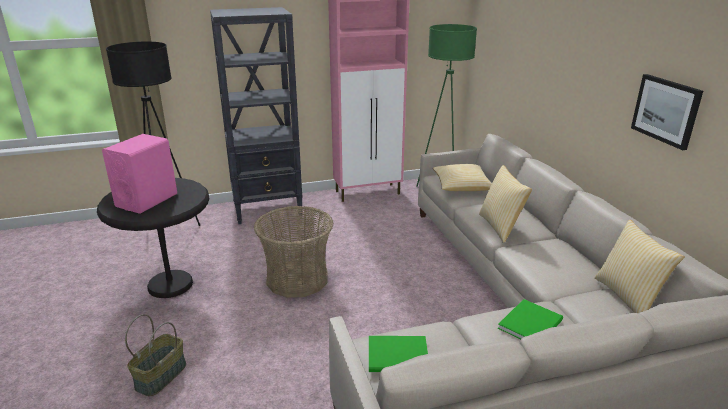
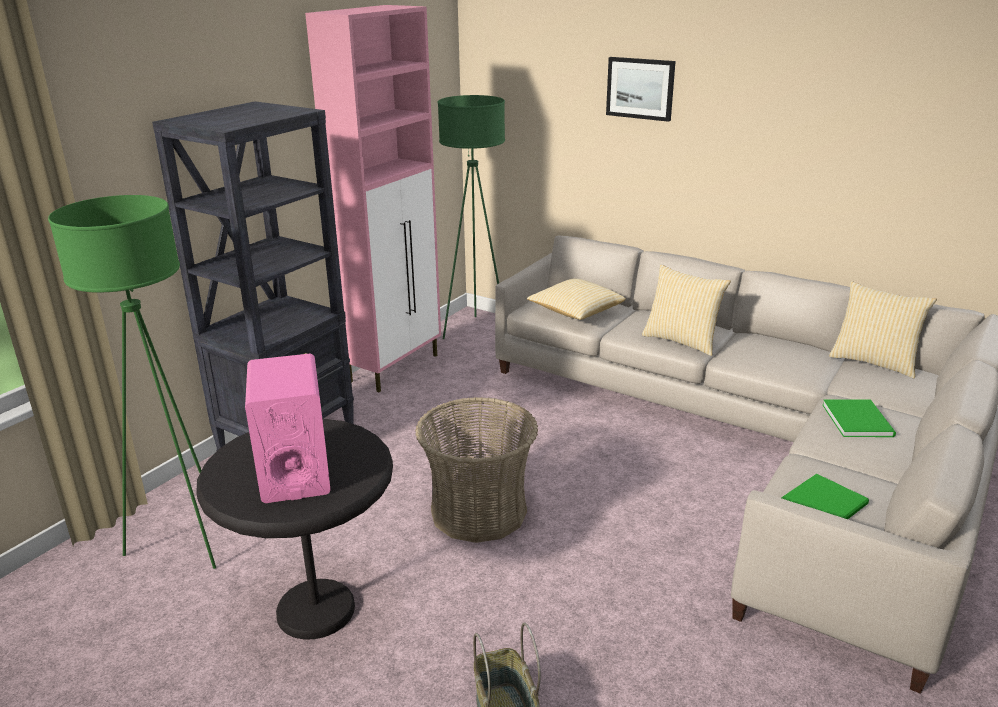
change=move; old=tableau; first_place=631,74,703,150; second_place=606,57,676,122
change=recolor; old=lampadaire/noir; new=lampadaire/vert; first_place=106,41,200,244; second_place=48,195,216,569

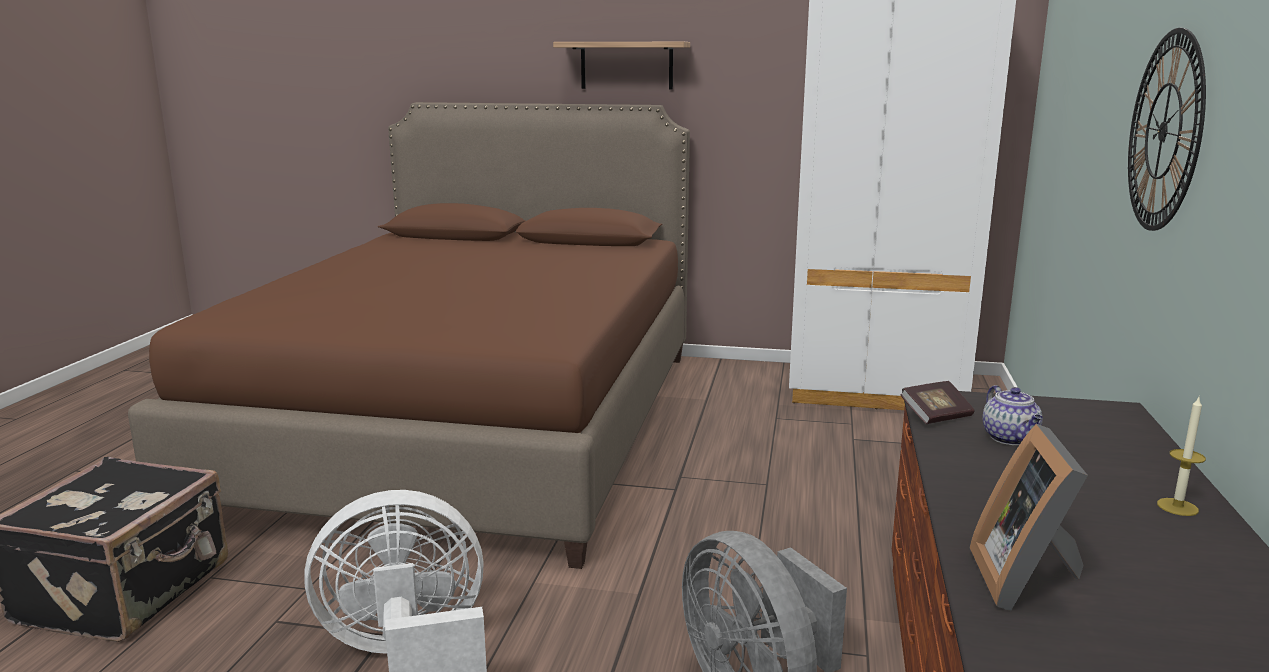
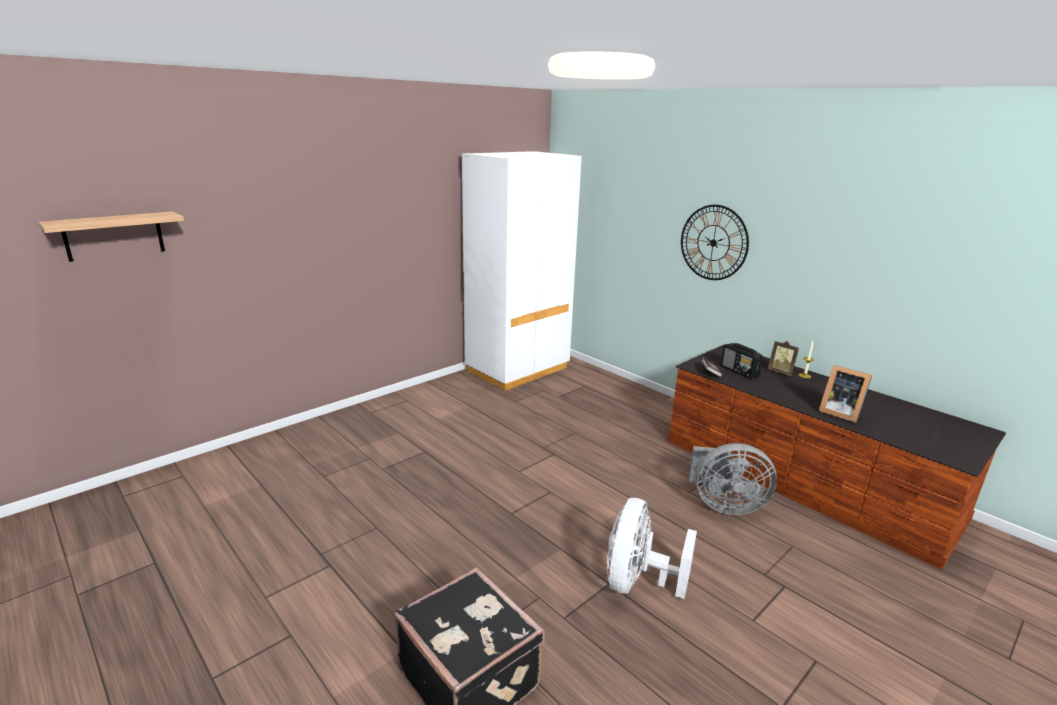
change=delete; old=lit/marron; first_place=128,102,690,569
change=insert; new=cadre photo; second_place=768,341,799,376
change=move; old=étagère; first_place=553,42,690,89; second_place=38,211,184,262
change=replace; old=théière; new=radio; first_place=982,385,1043,445; second_place=721,343,763,379

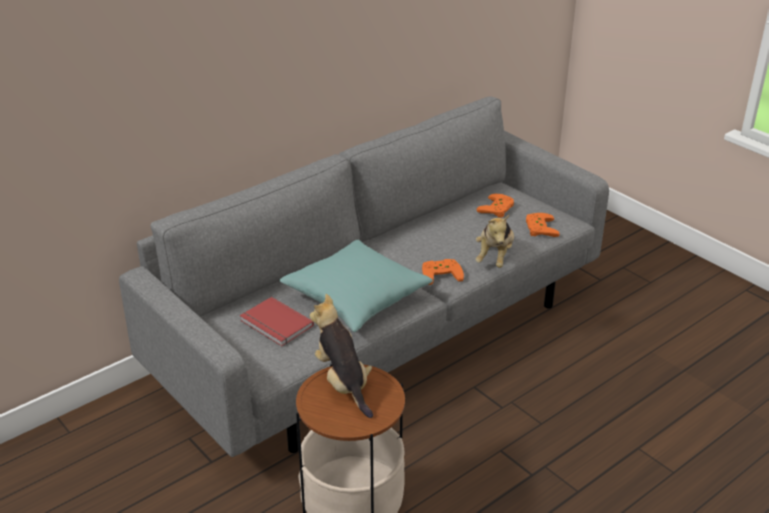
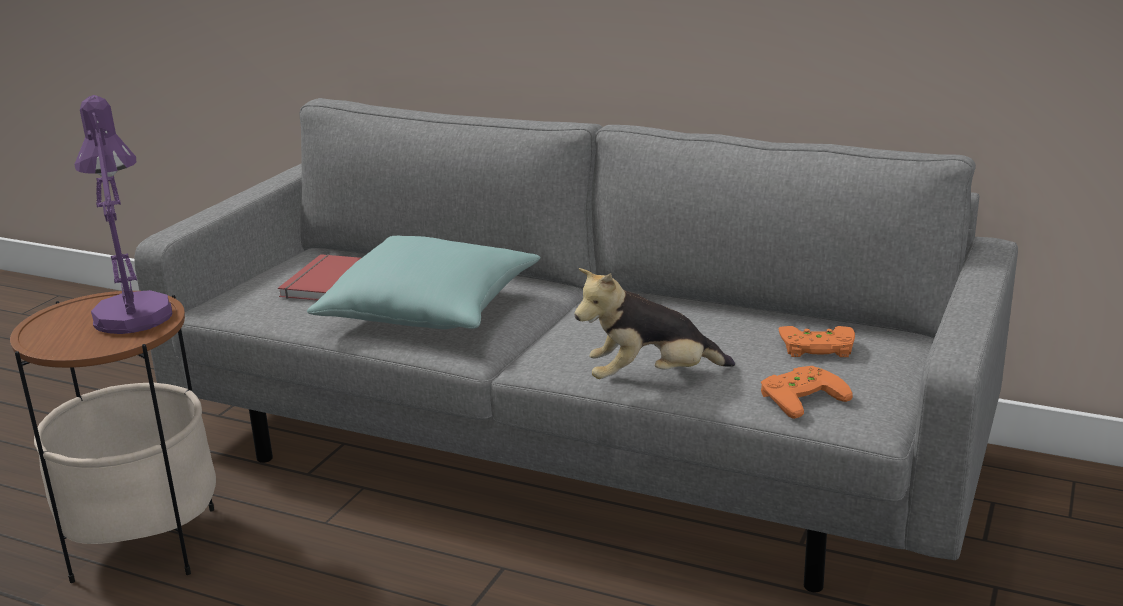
change=delete; old=manette/orange; first_place=422,259,464,285
change=replace; old=peluche; new=lampe de table/violet; first_place=310,294,373,418; second_place=74,95,173,334

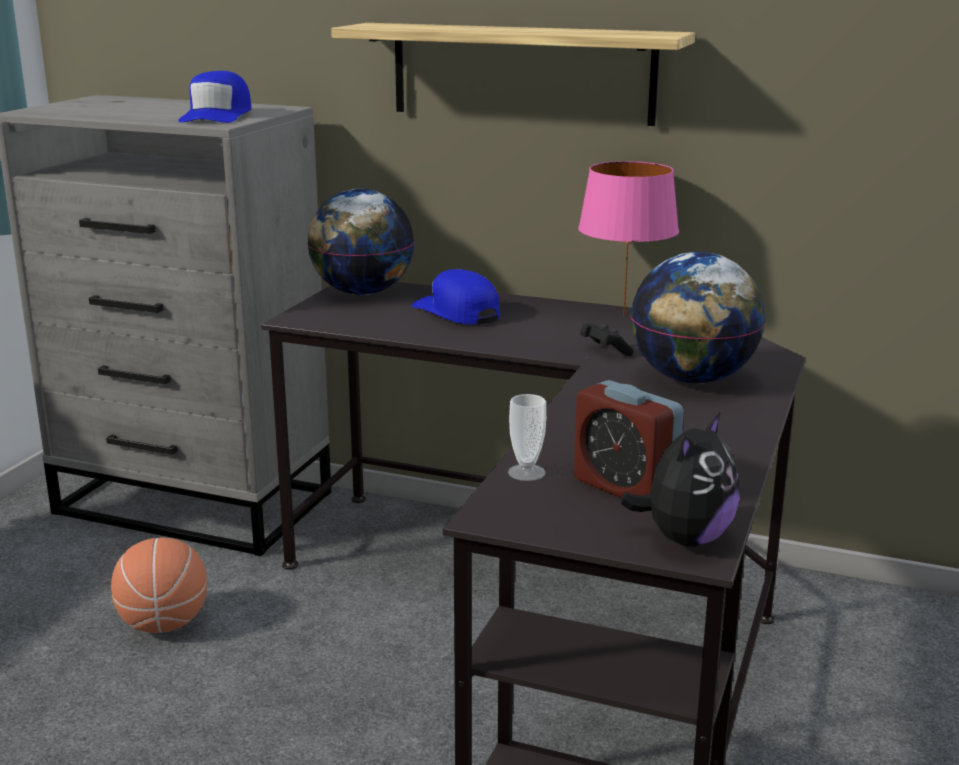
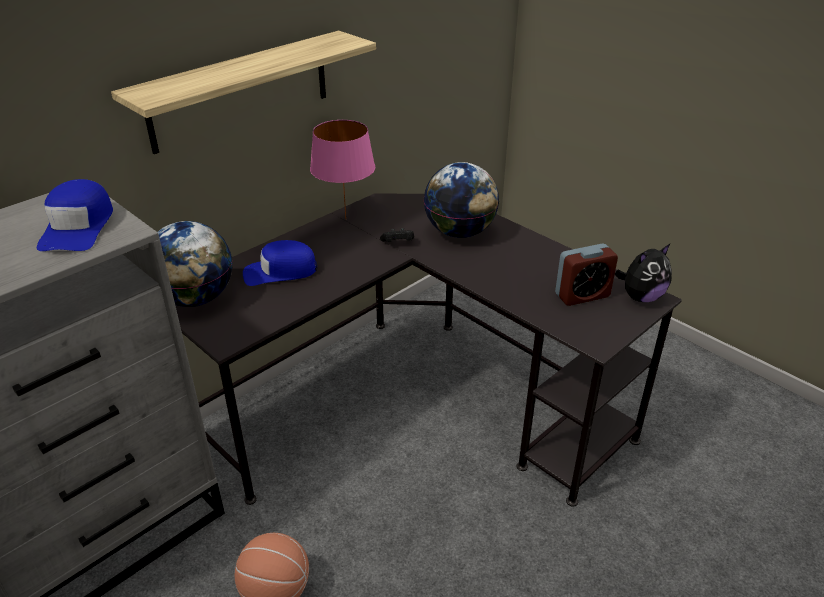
change=delete; old=tasse; first_place=508,394,546,481
change=rotate; old=casquette/bleu; first_place=178,71,252,123; second_place=37,179,113,251; degrees=60
change=rotate; old=peluche; first_place=620,411,740,547; second_place=615,244,672,302; degrees=90

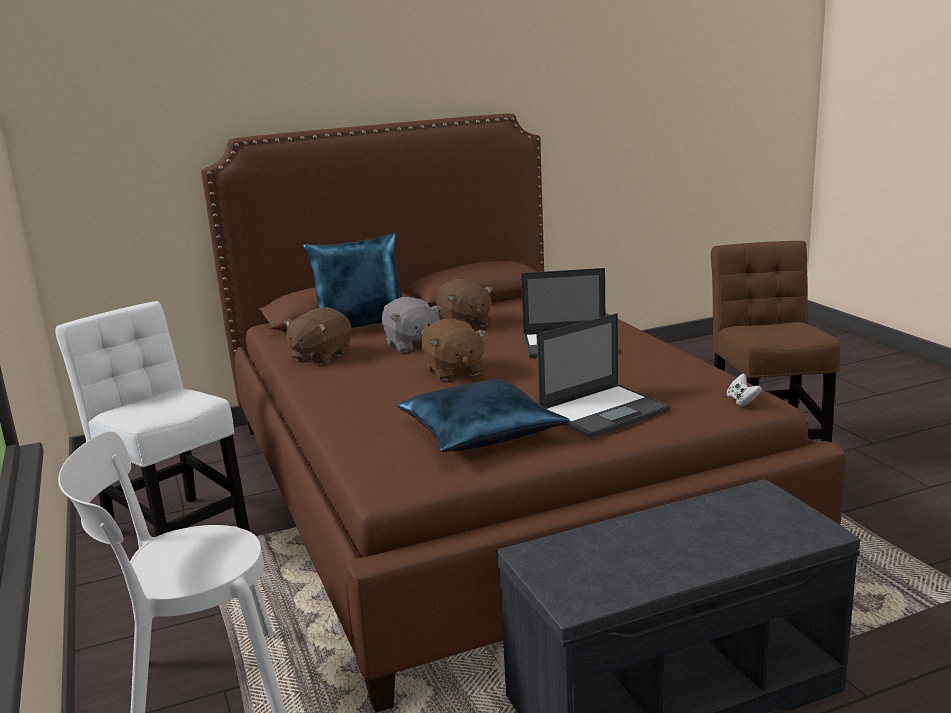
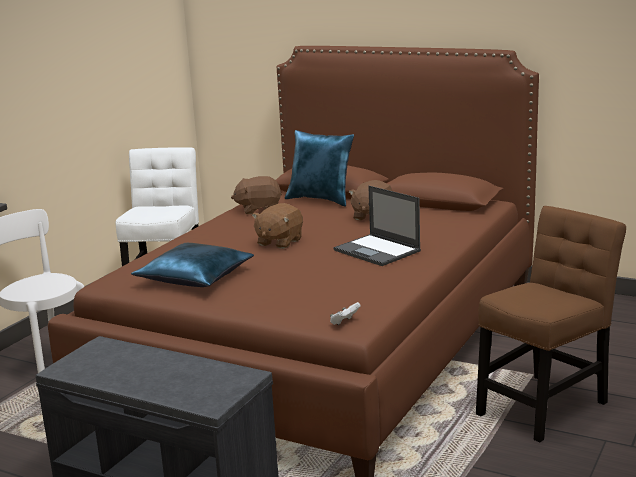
change=delete; old=peluche/gris; first_place=382,297,441,353
change=delete; old=ordinateur portable; first_place=537,313,671,438

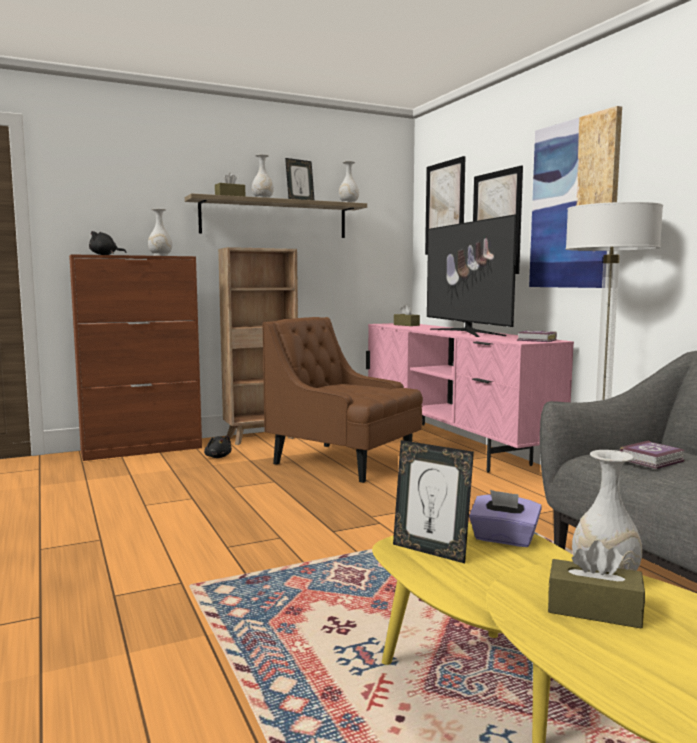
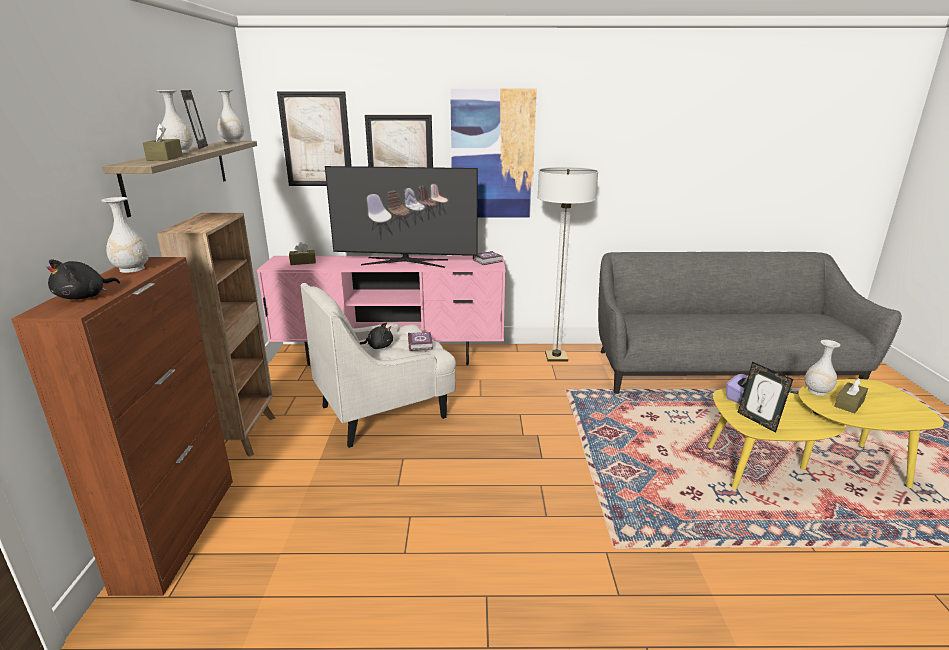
change=move; old=peluche/noir; first_place=204,436,232,458; second_place=360,323,393,349
change=move; old=livre; first_place=619,441,685,469; second_place=408,332,433,351
change=recolor; old=fauteuil/marron; new=fauteuil/blanc; first_place=263,317,423,483; second_place=301,283,456,448
change=rotate; old=cadre photo; first_place=393,440,474,564; second_place=737,362,793,433; degrees=90

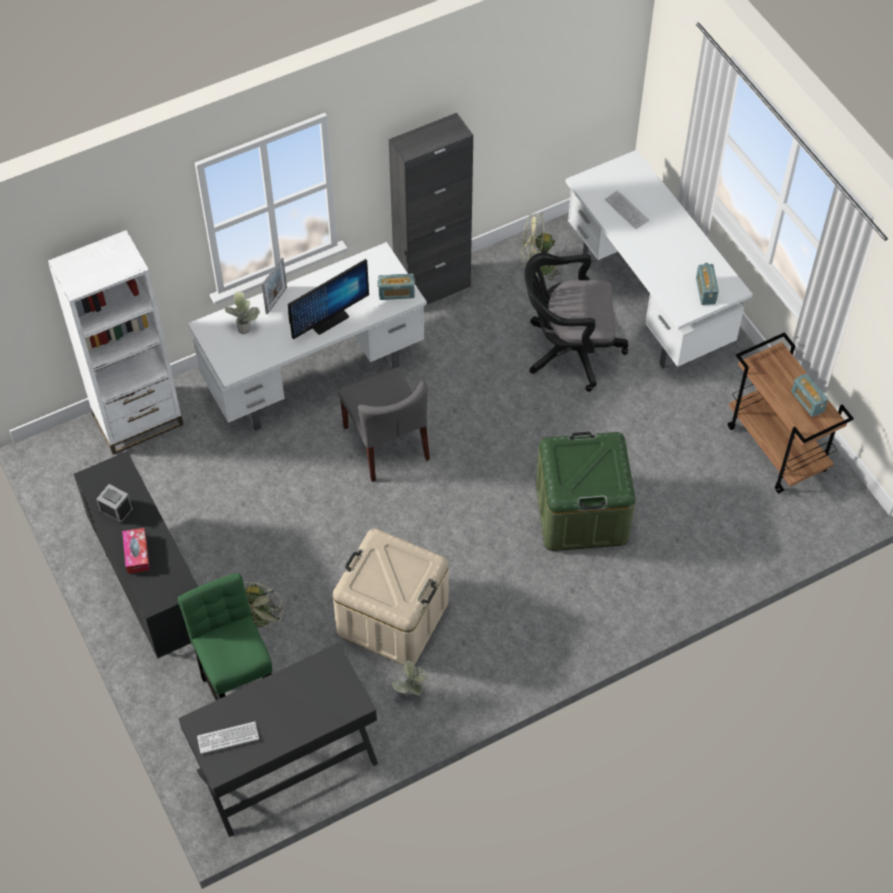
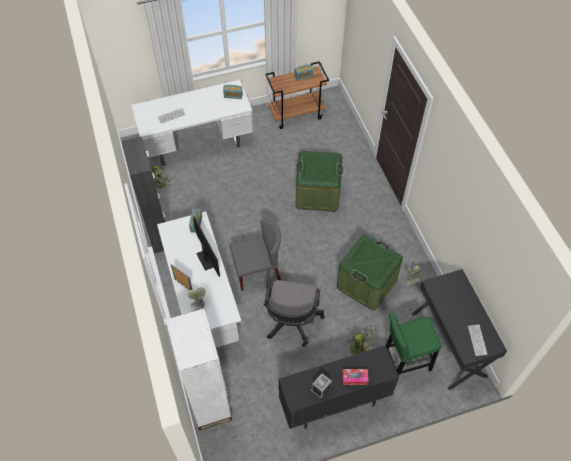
change=move; old=chaise de bureau/noir; first_place=524,252,628,392; second_place=264,280,324,347
change=recolor; old=boîte de rangement/beige; new=boîte de rangement/vert; first_place=333,529,449,665; second_place=337,235,403,310

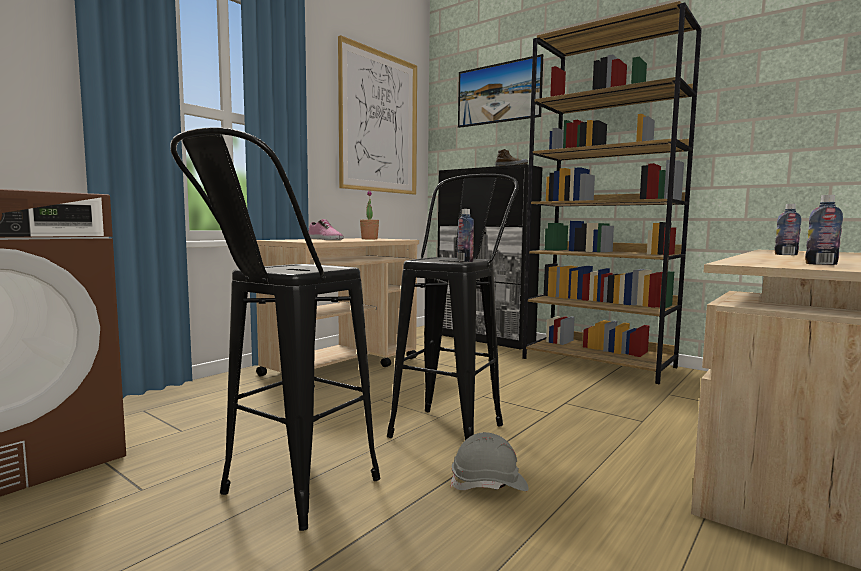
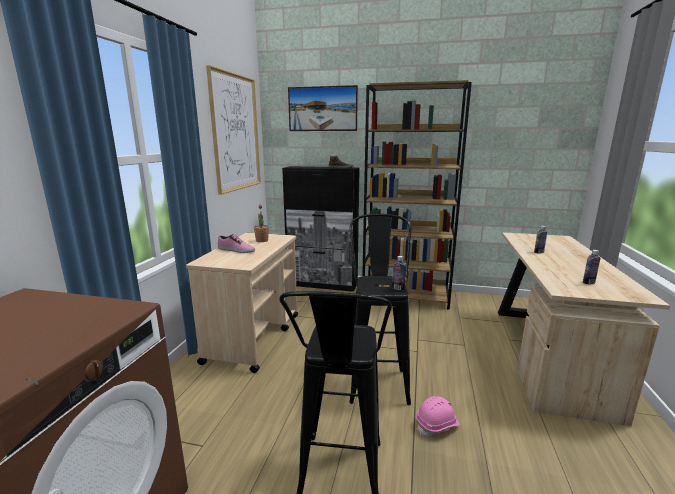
change=recolor; old=casque de chantier/gris; new=casque de chantier/rose; first_place=450,432,529,491; second_place=416,396,459,436

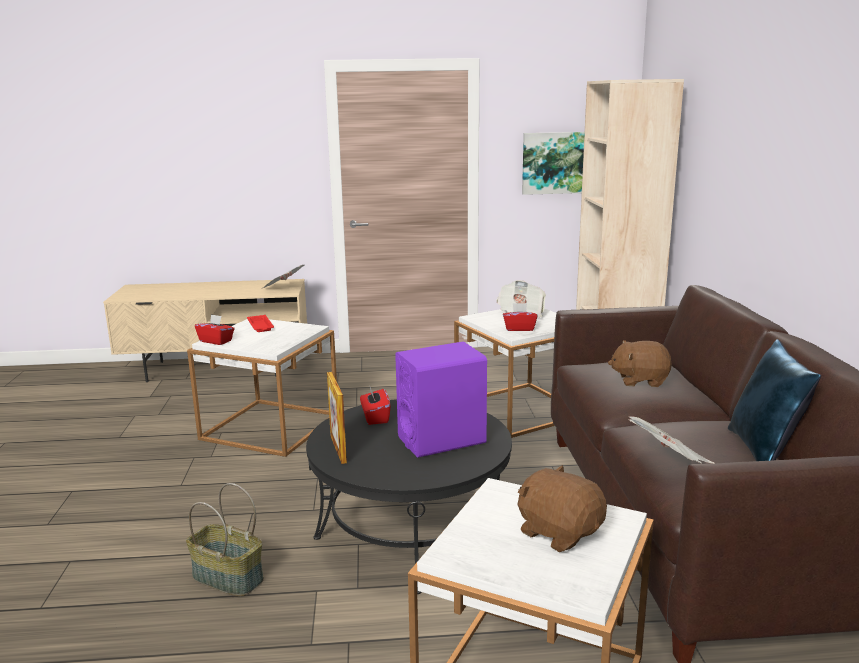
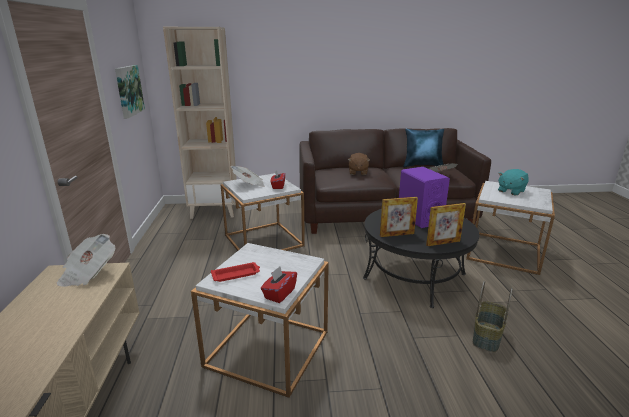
change=replace; old=boîte à mouchoirs/rouge; new=cadre photo; first_place=360,387,390,425; second_place=380,197,418,237
change=recolor; old=peluche/marron; new=peluche/turquoise; first_place=517,465,607,552; second_place=498,169,529,195

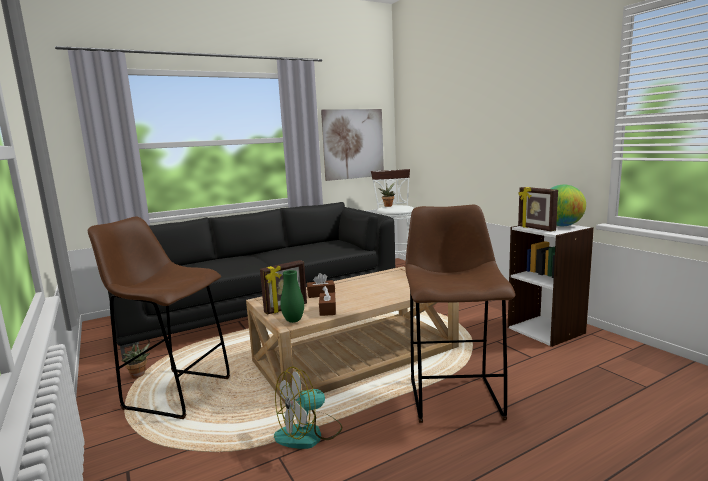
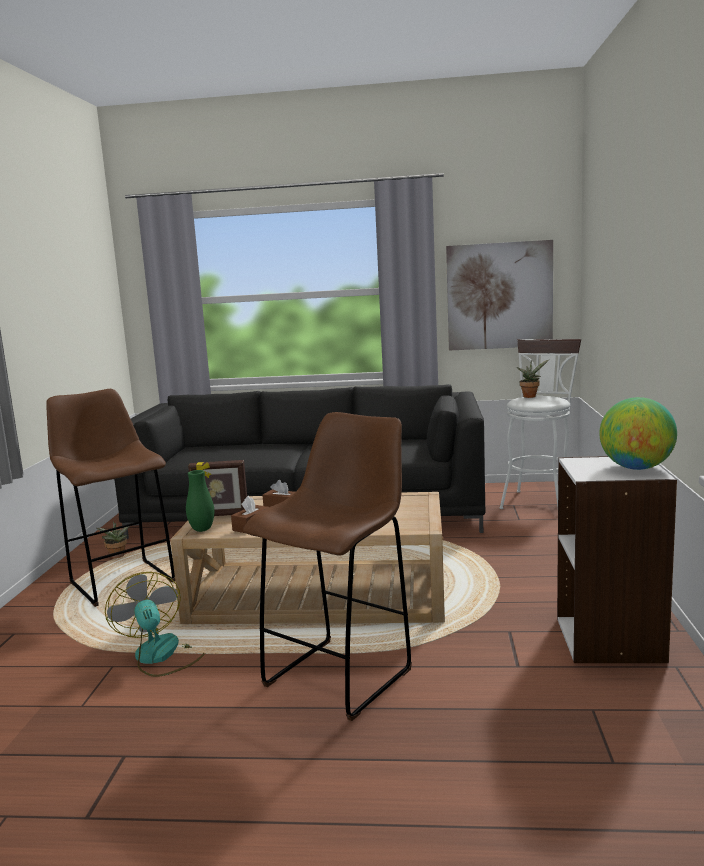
change=delete; old=cadre photo; first_place=518,187,558,231
change=rotate; old=ventilateur; first_place=274,366,342,449; second_place=105,572,205,677; degrees=60

